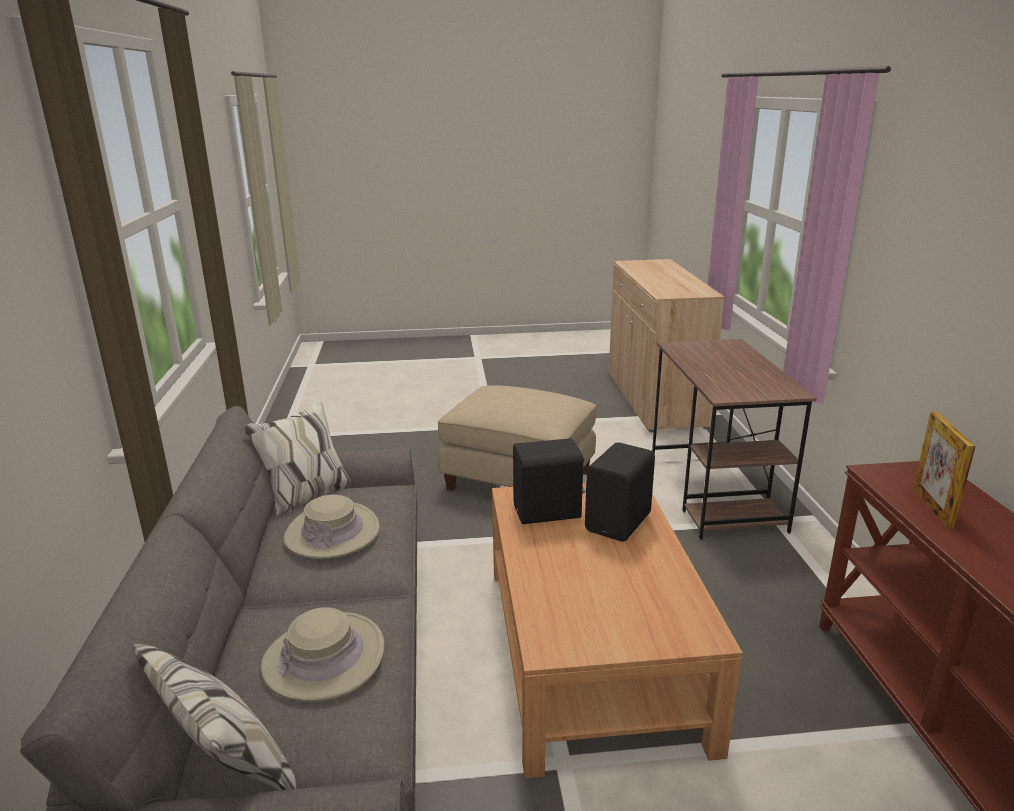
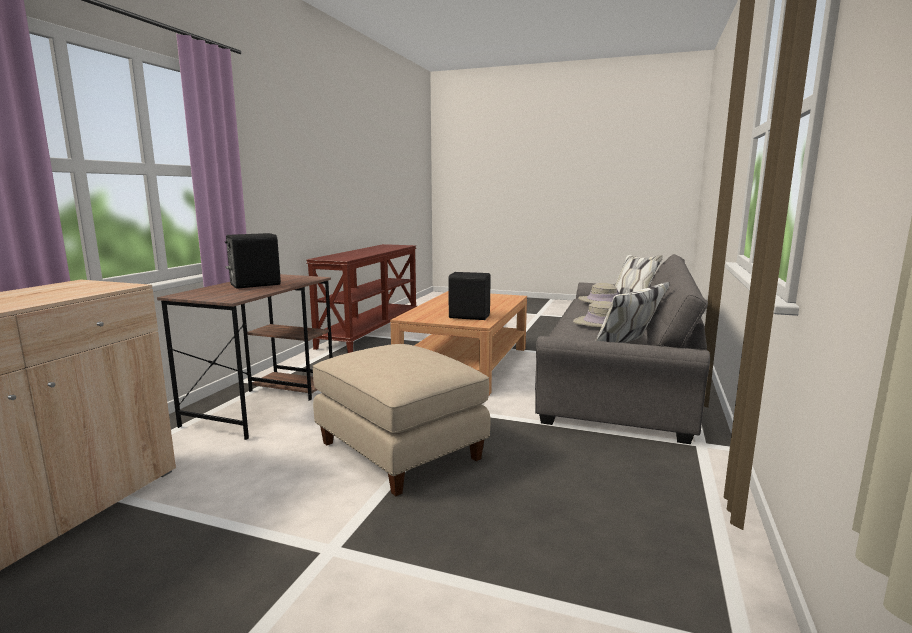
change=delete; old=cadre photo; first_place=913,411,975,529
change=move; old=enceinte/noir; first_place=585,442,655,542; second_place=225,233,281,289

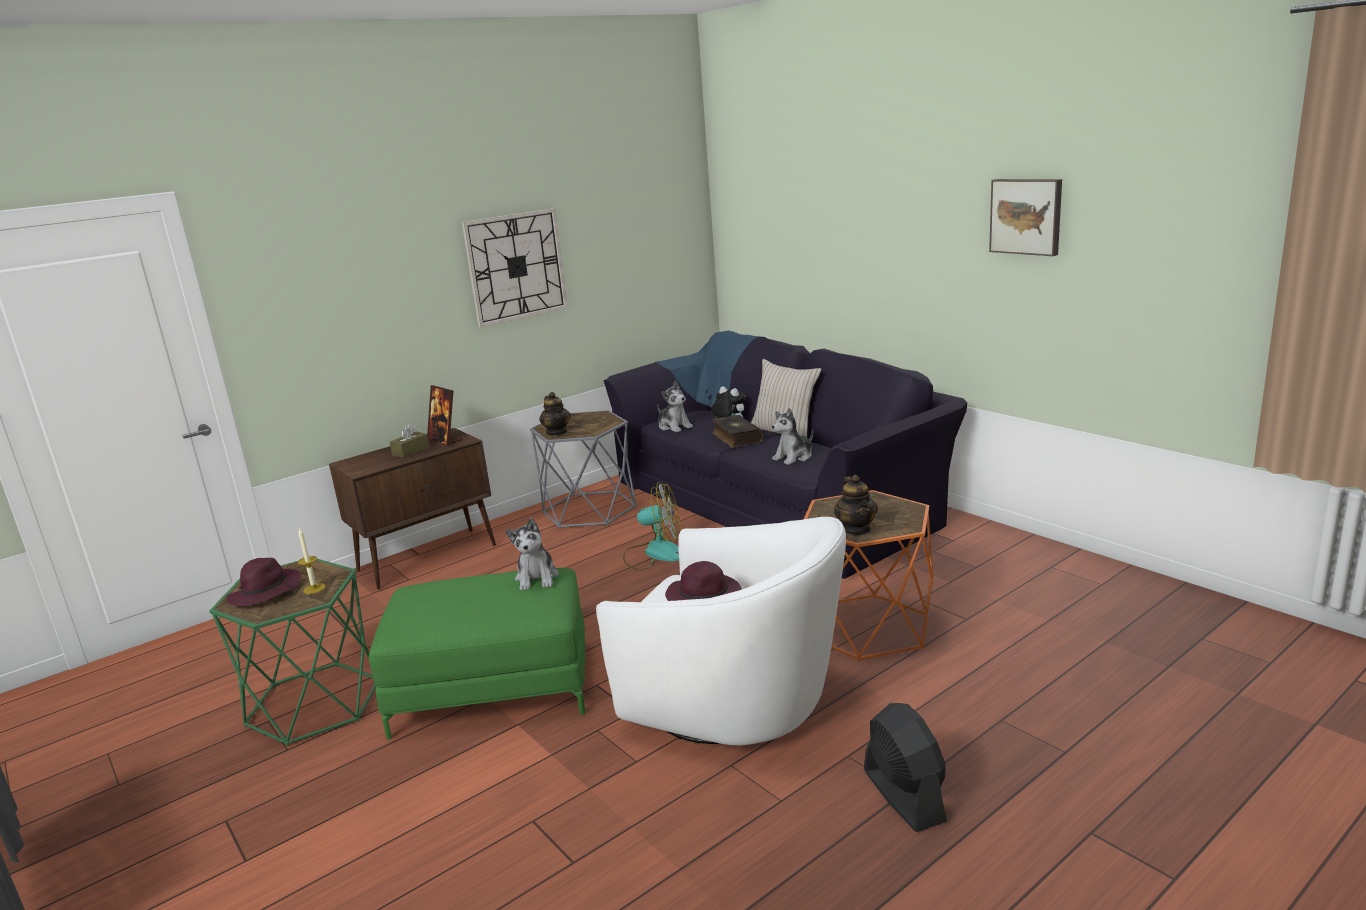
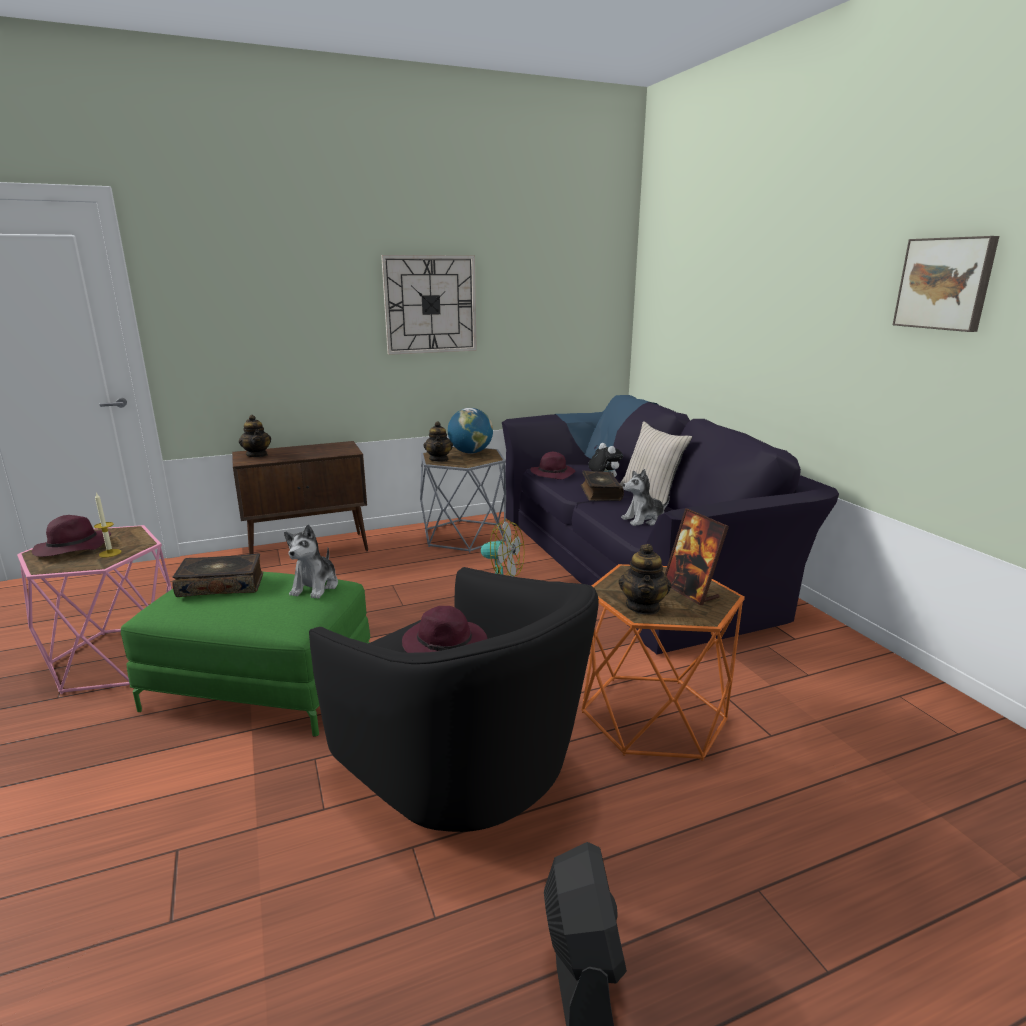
change=delete; old=boîte à mouchoirs/marron; first_place=390,424,430,458
change=insert; new=livre; second_place=172,553,263,597
change=insert; new=théière; second_place=239,415,271,457
change=insert; new=globe; second_place=448,408,493,454
change=move; old=cadre photo; first_place=427,385,462,446; second_place=665,508,729,605
change=replace; old=peluche; new=chapeau/violet; first_place=657,381,693,432; second_place=530,452,575,480
change=recolor; old=table d'appoint/vert; new=table d'appoint/rose; first_place=209,559,376,746; second_place=17,525,172,694
change=recolor; old=fauteuil/blanc; new=fauteuil/noir; first_place=596,517,846,745; second_place=309,567,599,832

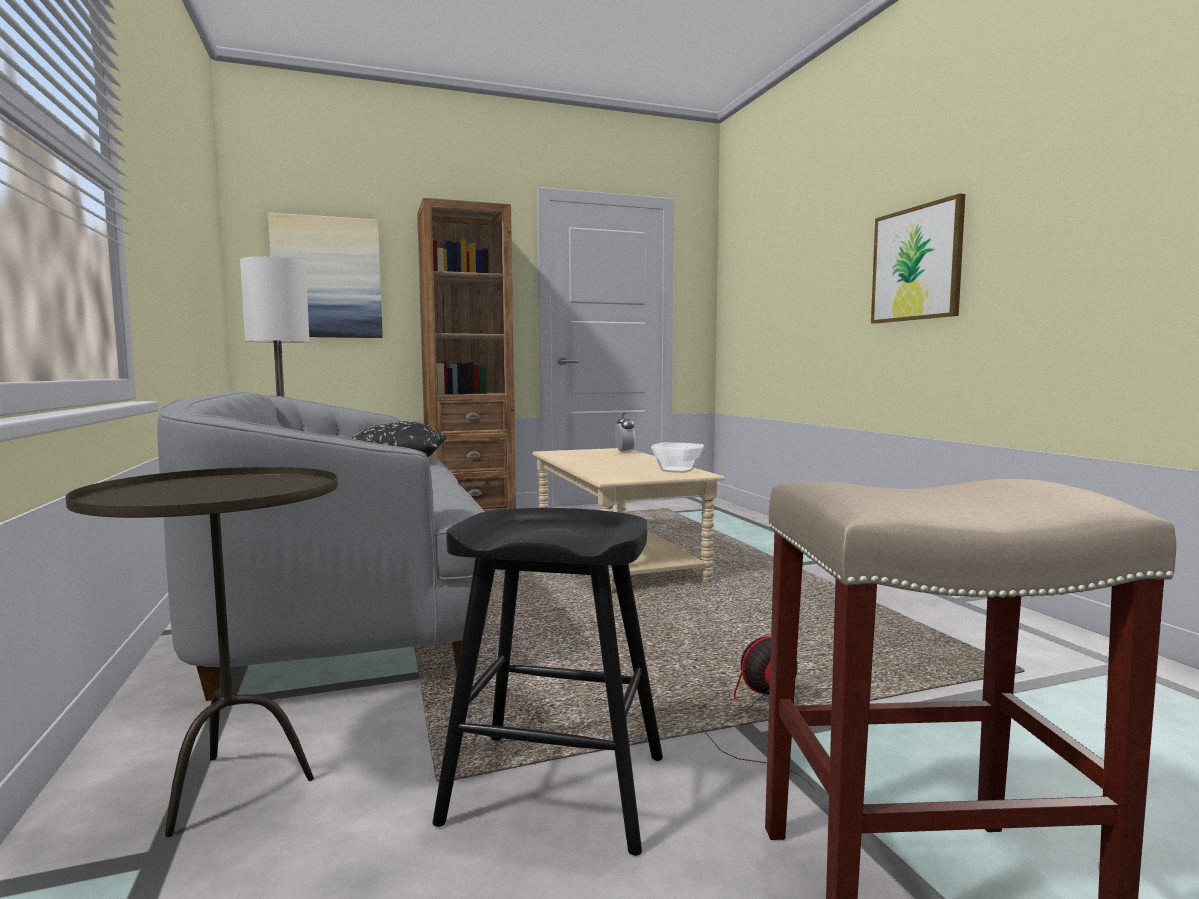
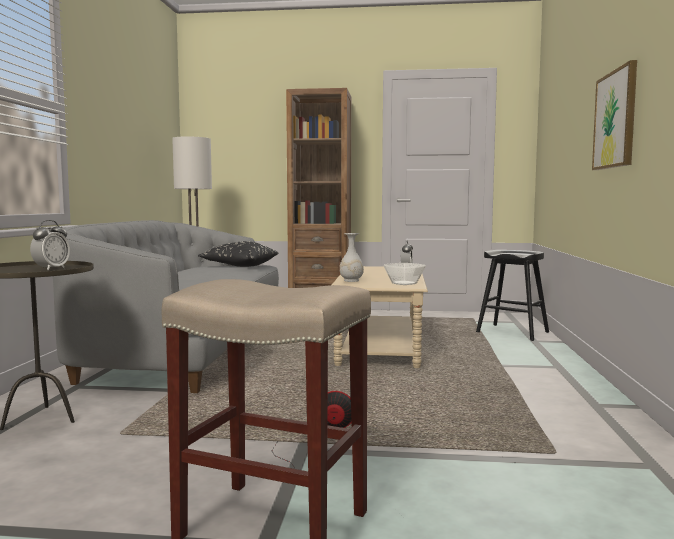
change=delete; old=tableau; first_place=268,213,383,338
change=insert; new=réveil; second_place=30,220,70,270
change=insert; new=vase/blanc; second_place=340,233,364,282
change=move; old=tabouret/noir; first_place=433,508,663,856; second_place=476,250,549,341

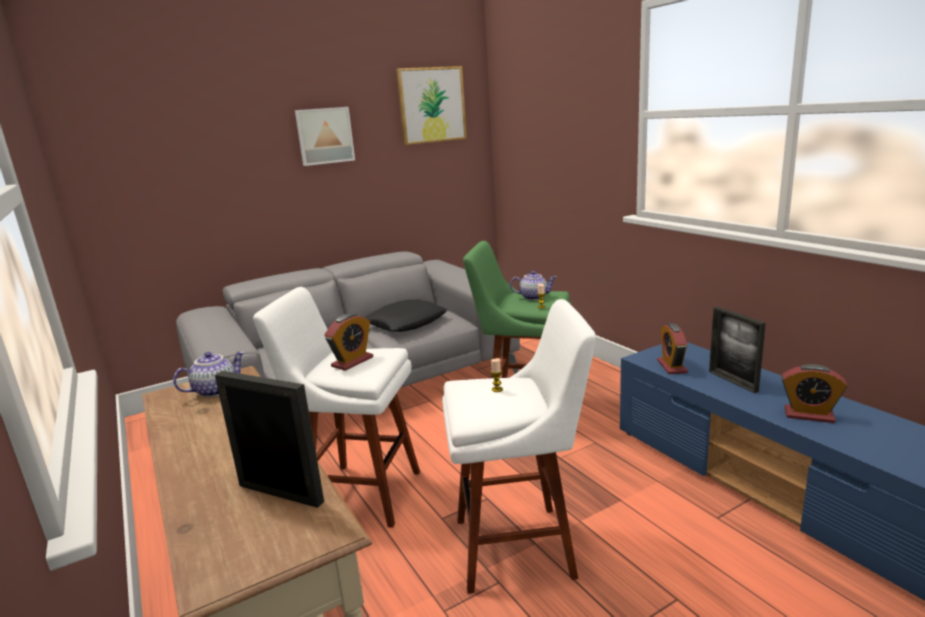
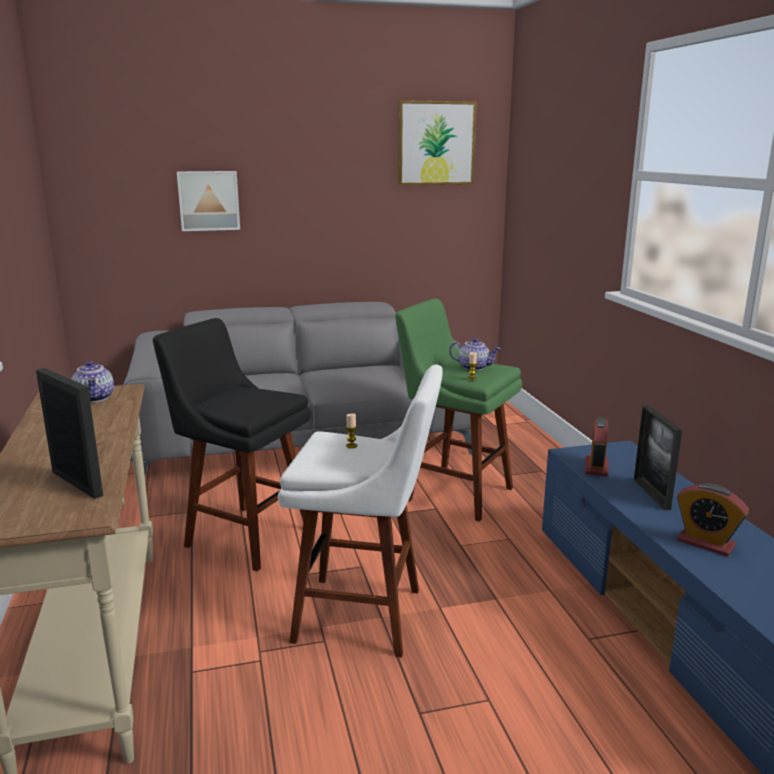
change=delete; old=réveil; first_place=324,313,373,371
change=delete; old=coussin/noir; first_place=366,300,447,332
change=move; old=tableau; first_place=295,107,355,166; second_place=177,171,240,231
change=recolor; old=tabouret/blanc; new=tabouret/noir; first_place=253,287,420,528; second_place=153,318,311,571
change=rotate; old=théière; first_place=173,351,245,397; second_place=71,361,114,403; degrees=90

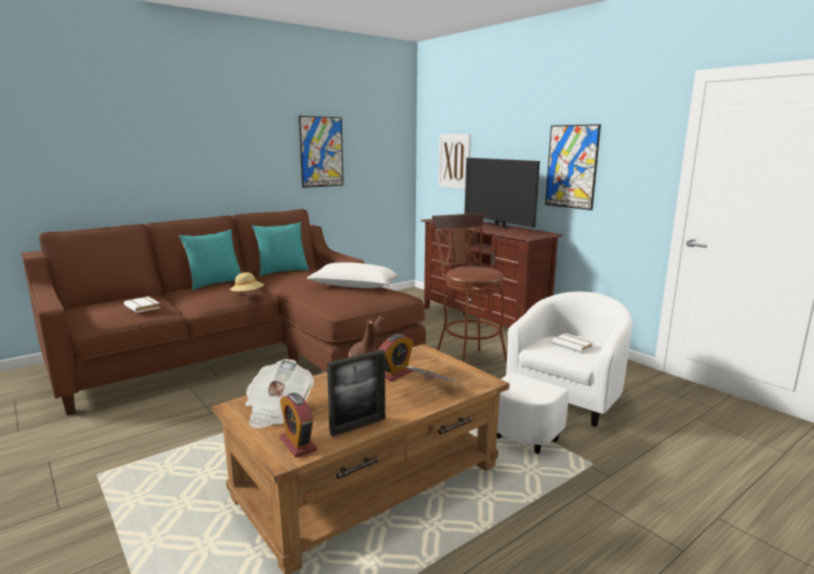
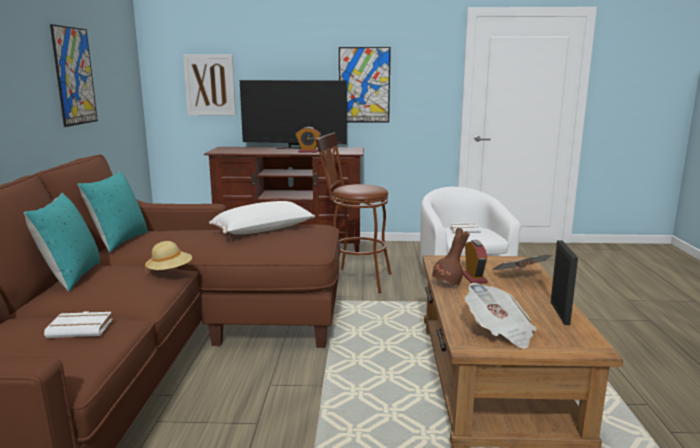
change=move; old=réveil; first_place=280,393,317,457; second_place=296,127,321,153

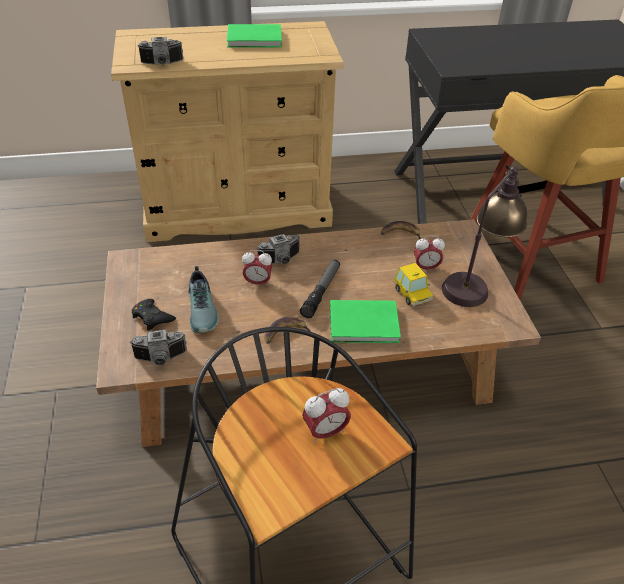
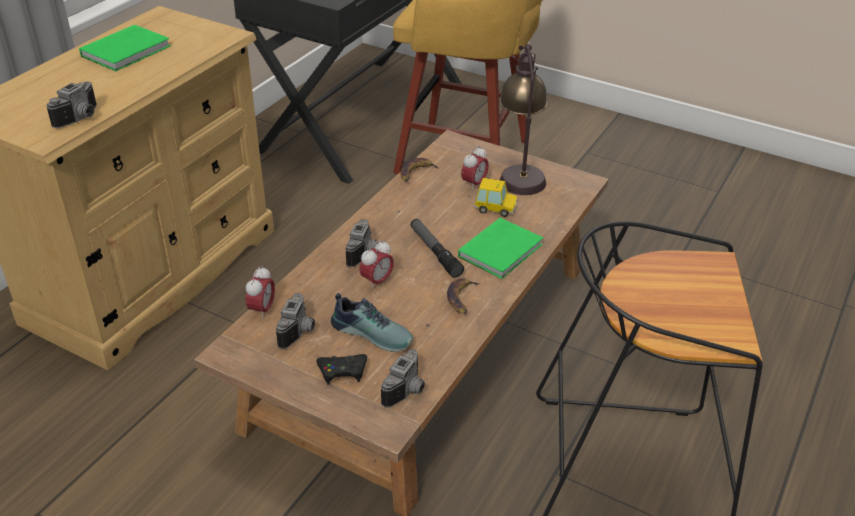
change=insert; new=appareil photo; second_place=276,293,315,349
change=move; old=réveil; first_place=302,388,351,443; second_place=245,266,275,319

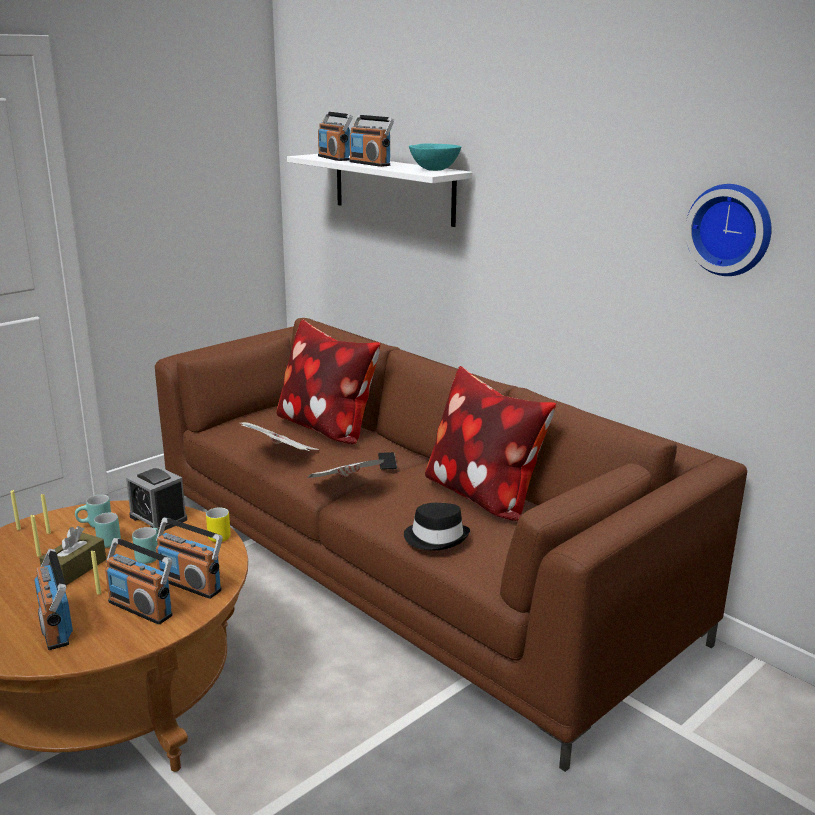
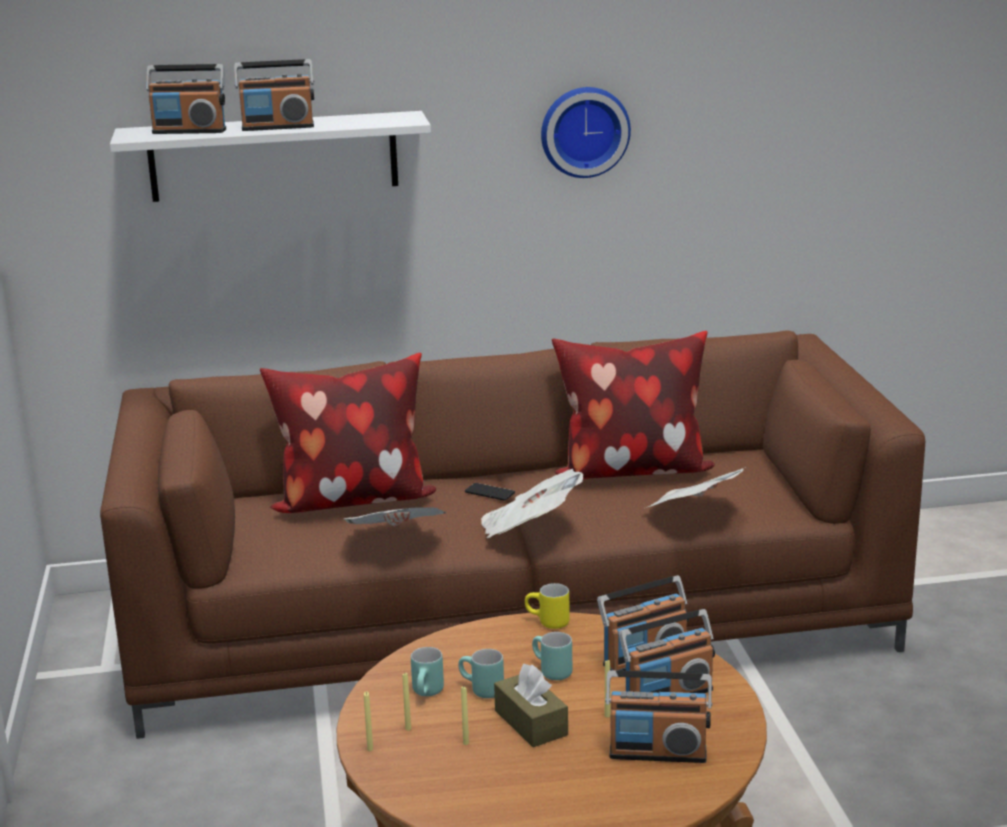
change=delete; old=réveil; first_place=126,466,187,531
change=delete; old=bol/turquoise; first_place=409,143,461,171
change=move; old=horloge murale; first_place=685,184,772,276; second_place=541,87,631,178
change=replace; old=chapeau/noir; new=journal; first_place=404,503,470,550; second_place=646,467,746,508

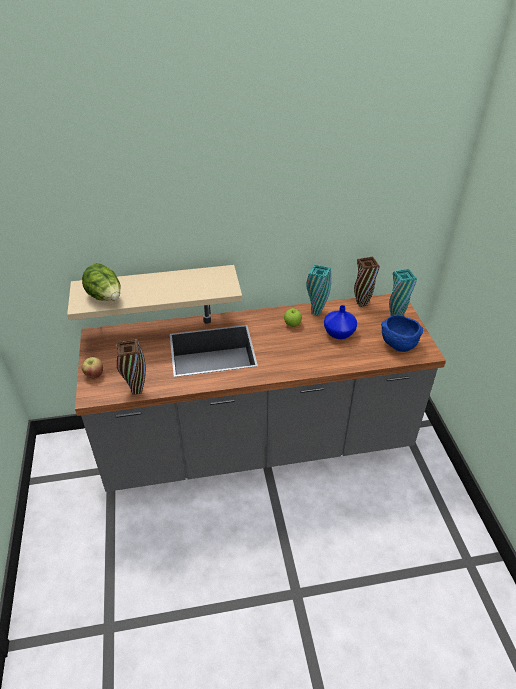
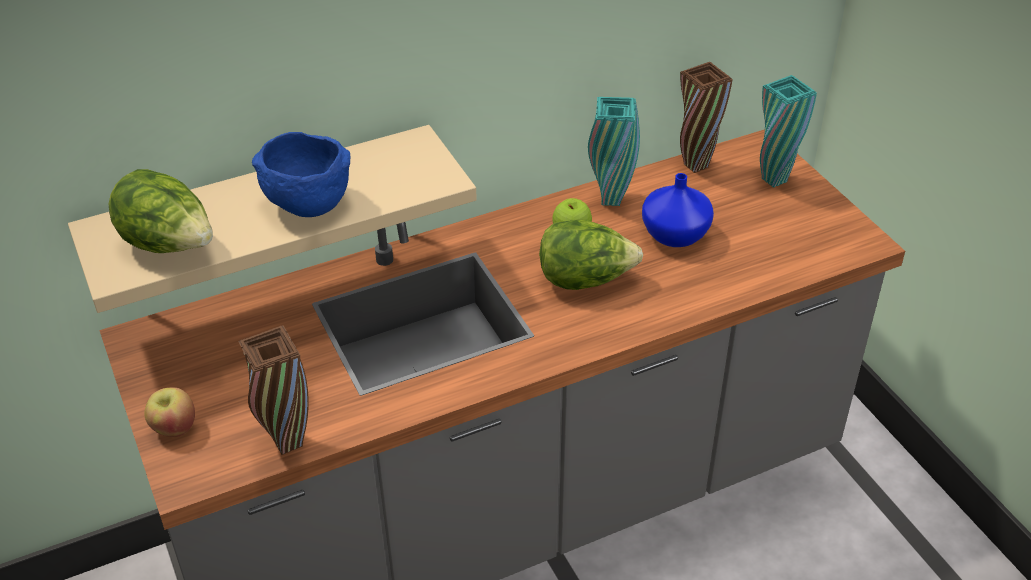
change=insert; new=laitue; second_place=539,220,643,290
change=move; old=bol/bleu; first_place=381,315,423,352; second_place=252,132,350,217

